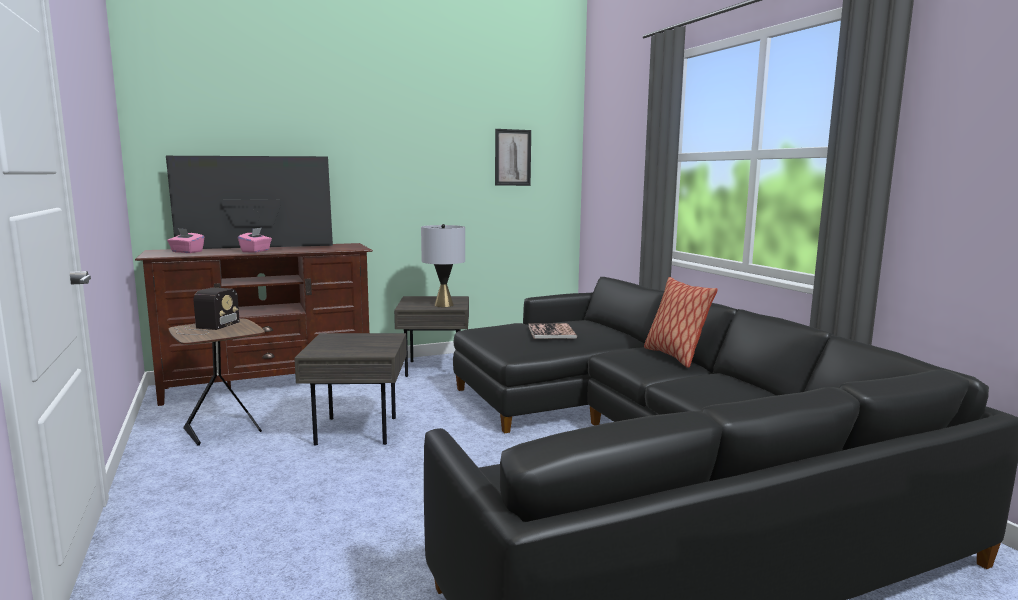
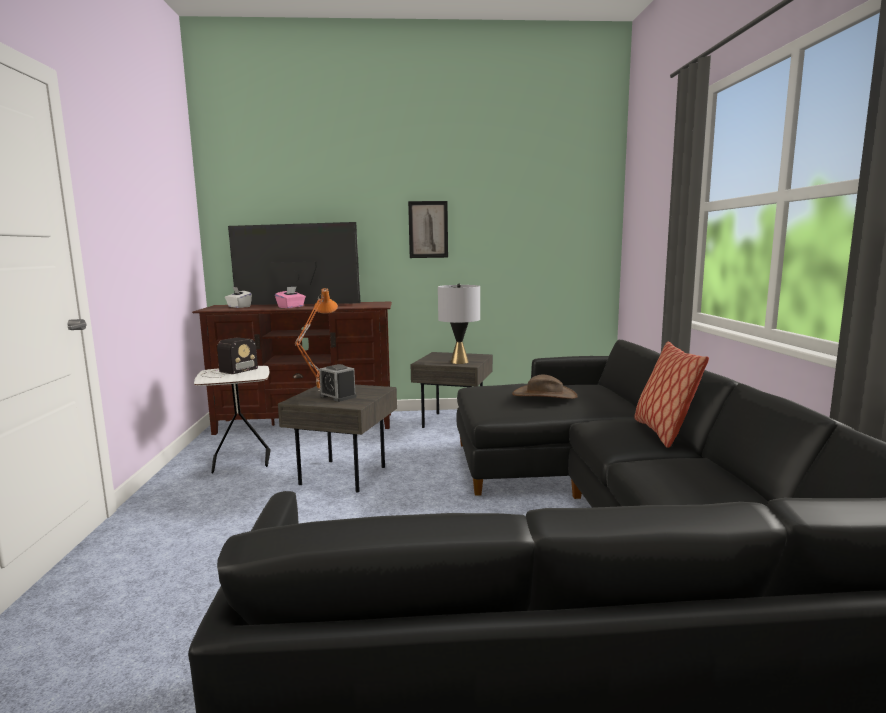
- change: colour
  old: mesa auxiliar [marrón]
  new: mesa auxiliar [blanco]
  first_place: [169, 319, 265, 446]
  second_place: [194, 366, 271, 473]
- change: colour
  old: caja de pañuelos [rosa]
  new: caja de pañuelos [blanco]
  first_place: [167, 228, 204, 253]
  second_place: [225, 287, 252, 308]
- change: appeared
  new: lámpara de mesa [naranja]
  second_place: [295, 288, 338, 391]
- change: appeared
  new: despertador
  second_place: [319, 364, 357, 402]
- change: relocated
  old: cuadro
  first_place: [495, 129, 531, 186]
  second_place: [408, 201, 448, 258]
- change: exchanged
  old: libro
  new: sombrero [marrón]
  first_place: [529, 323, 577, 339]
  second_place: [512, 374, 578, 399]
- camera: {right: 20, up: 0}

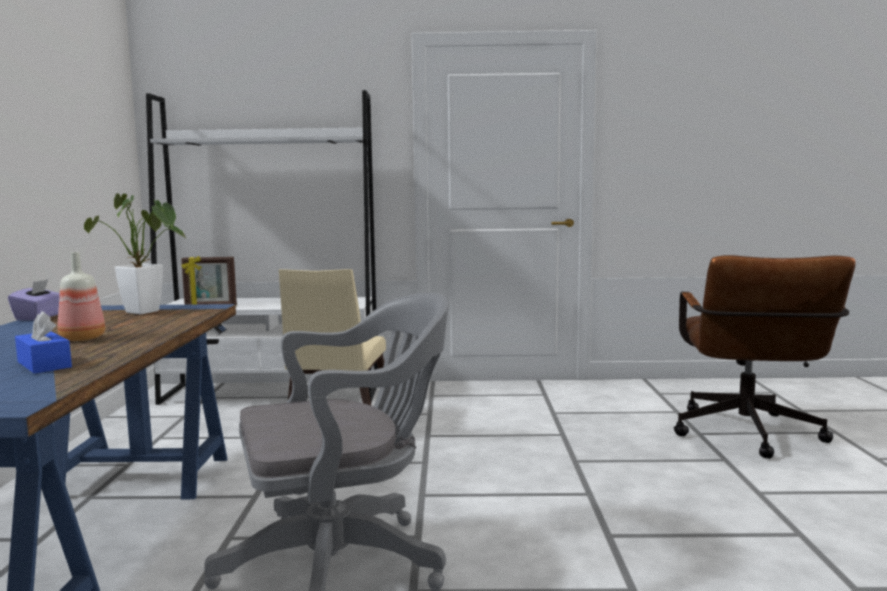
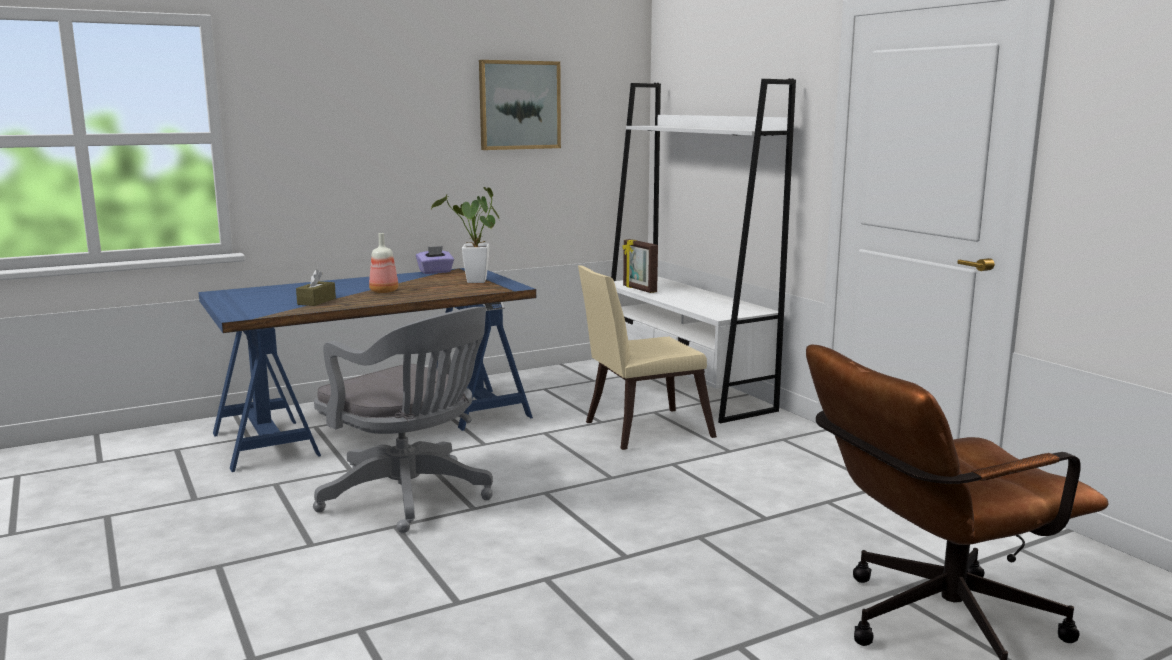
- change: colour
  old: caja de pañuelos [azul]
  new: caja de pañuelos [marrón]
  first_place: [15, 311, 72, 374]
  second_place: [296, 269, 336, 306]
- change: appeared
  new: cuadro
  second_place: [479, 60, 561, 150]
- camera: {right: 60, up: 5}

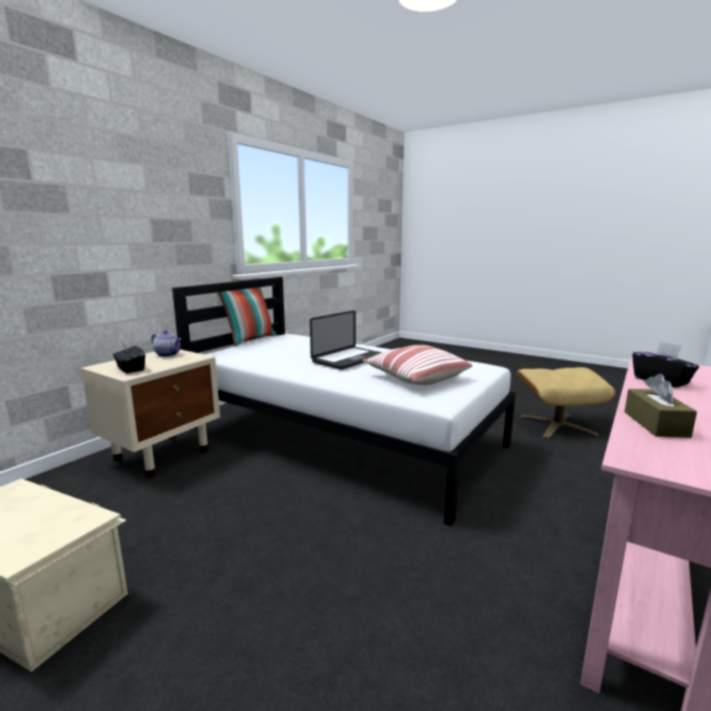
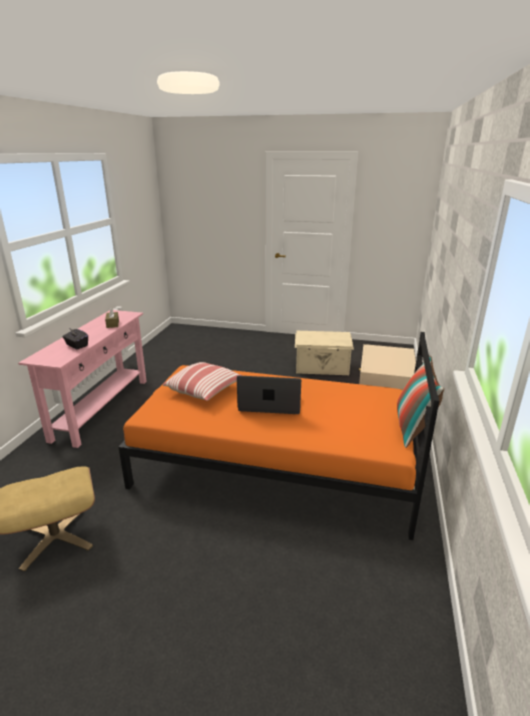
- change: colour
  old: cama [blanco]
  new: cama [naranja]
  first_place: [172, 277, 516, 526]
  second_place: [118, 332, 439, 540]
- change: spun
  old: portátil
  first_place: [310, 310, 383, 370]
  second_place: [237, 376, 301, 414]
  degrees: 75
- change: missing
  old: caja de pañuelos [negro]
  first_place: [113, 341, 145, 373]
- change: missing
  old: tetera
  first_place: [151, 331, 181, 357]
- camera: {right: 160, up: 10}

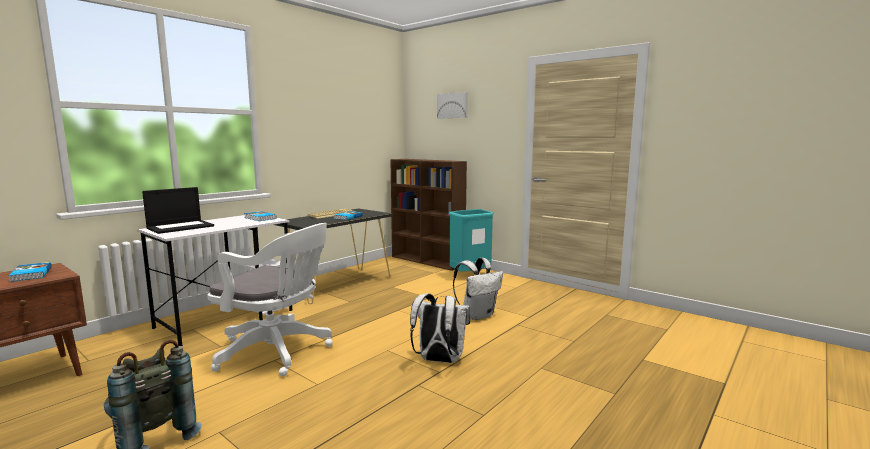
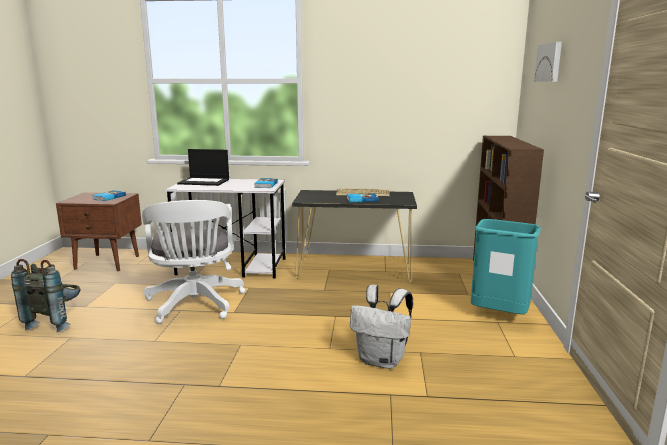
- change: missing
  old: mochila [blanco]
  first_place: [410, 293, 470, 363]
- camera: {right: 55, up: 5}

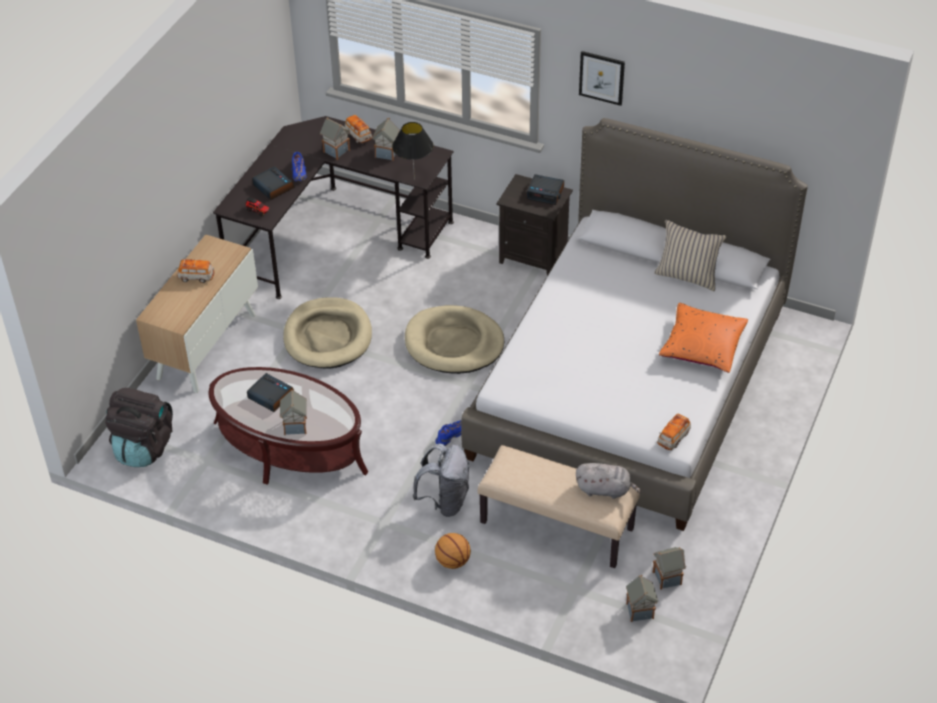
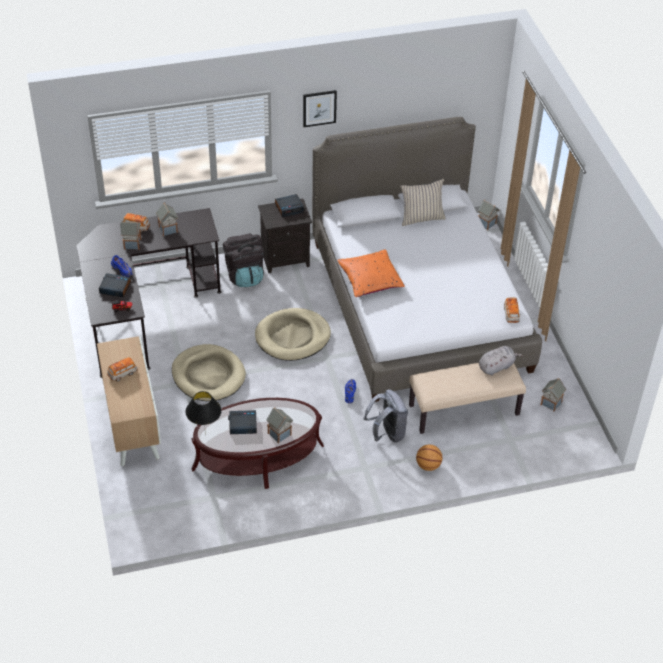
- change: relocated
  old: lámpara de mesa [negro]
  first_place: [392, 122, 433, 180]
  second_place: [186, 391, 222, 435]
- change: relocated
  old: mochila [negro]
  first_place: [105, 388, 173, 467]
  second_place: [223, 234, 264, 287]
- change: relocated
  old: cojín [naranja]
  first_place: [659, 303, 748, 373]
  second_place: [337, 249, 405, 297]
- change: relocated
  old: casita
  first_place: [626, 575, 658, 622]
  second_place: [478, 199, 499, 230]
- camera: {right: -40, up: 0}

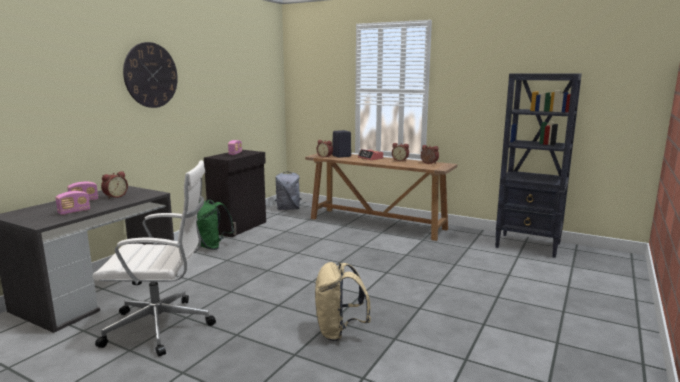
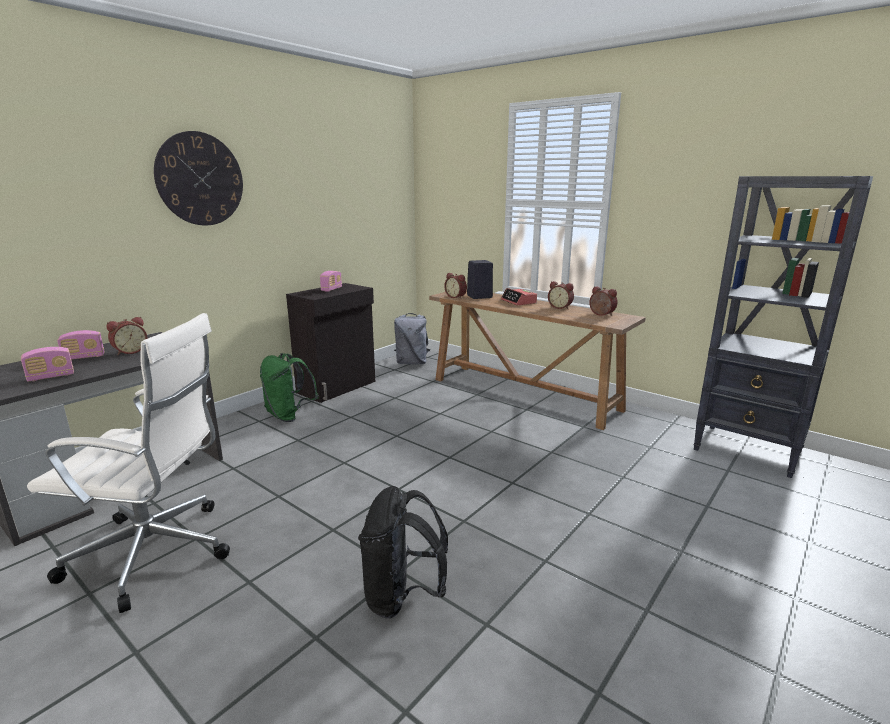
- change: colour
  old: mochila [beis]
  new: mochila [negro]
  first_place: [315, 262, 371, 341]
  second_place: [358, 486, 448, 619]
- camera: {right: 10, up: 5}

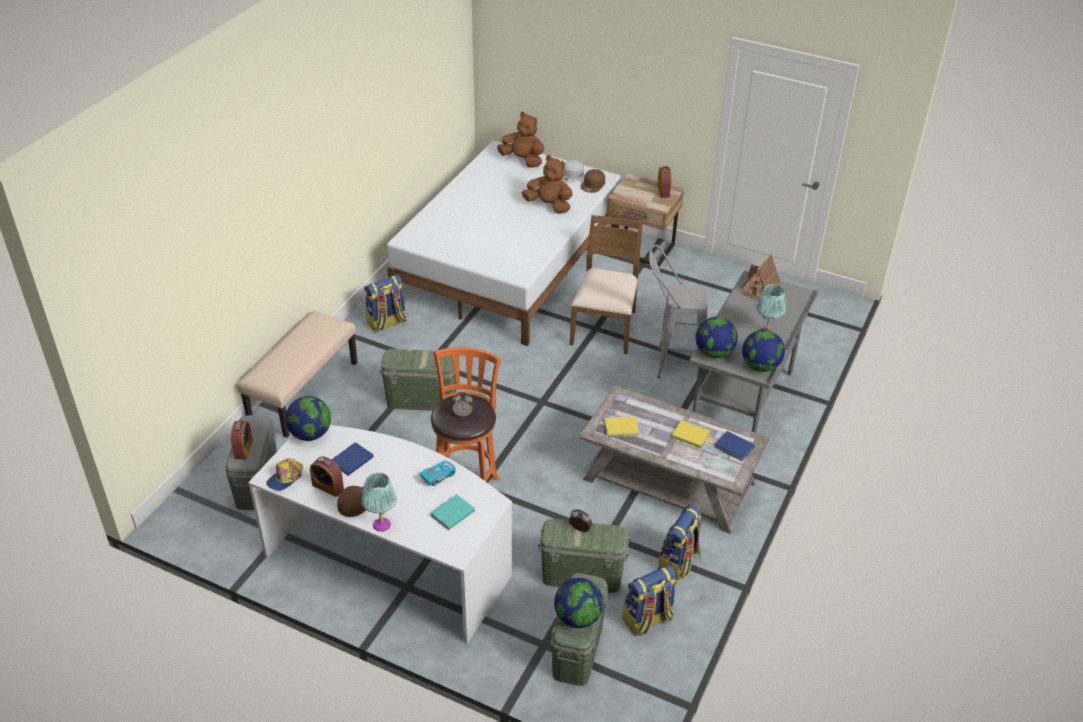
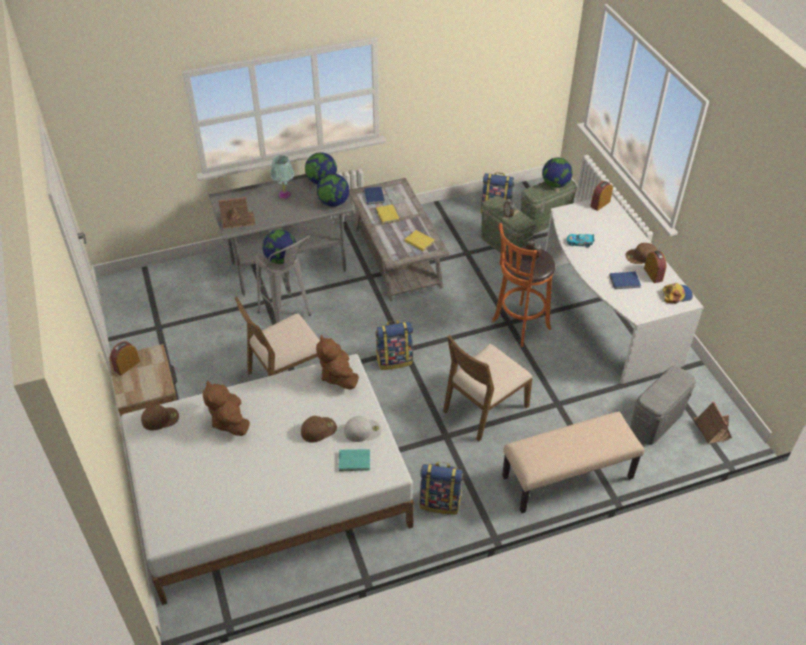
- change: relocated
  old: globo terráqueo
  first_place: [285, 396, 331, 441]
  second_place: [262, 229, 296, 264]
- change: appeared
  new: gorra [marrón]
  second_place: [301, 416, 337, 443]
- change: relocated
  old: peluche [marrón]
  first_place: [497, 112, 544, 168]
  second_place: [316, 335, 359, 389]
- change: relocated
  old: libro [turquesa]
  first_place: [430, 494, 475, 530]
  second_place: [339, 449, 370, 471]
- change: relocated
  old: gorra [blanco]
  first_place: [562, 160, 584, 183]
  second_place: [344, 416, 381, 442]
- change: relocated
  old: mochila
  first_place: [658, 504, 703, 580]
  second_place: [376, 320, 413, 370]
- change: exchanged
  old: caja de almacenaje [verde]
  new: silla [marrón]
  first_place: [379, 349, 456, 411]
  second_place: [443, 335, 533, 441]
- change: relocated
  old: despertador
  first_place: [231, 421, 253, 460]
  second_place: [590, 181, 613, 211]
- change: appeared
  new: casita
  second_place: [694, 401, 732, 444]
- change: missing
  old: lámpara de mesa [turquesa]
  first_place: [361, 472, 397, 532]
- camera: {right: -135, up: 5}

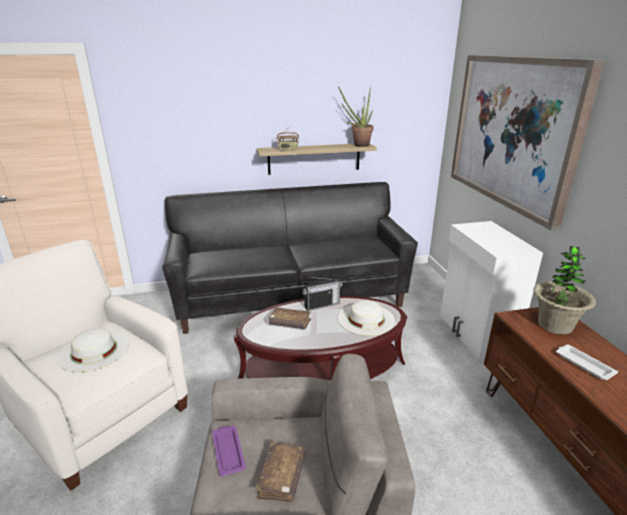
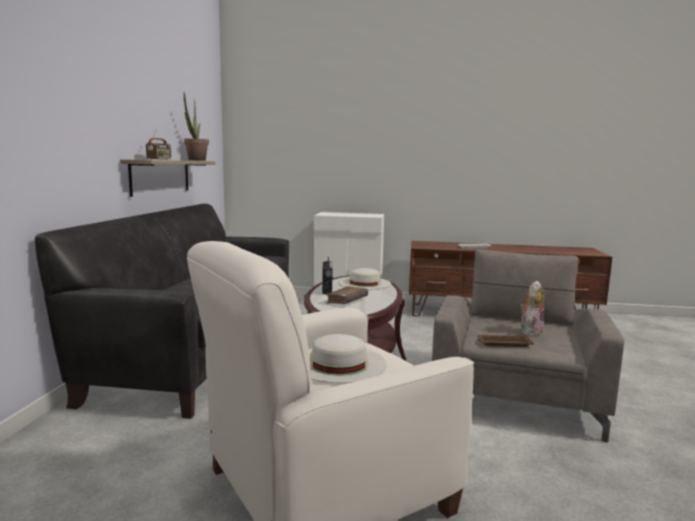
- change: colour
  old: bandeja [morado]
  new: bandeja [marrón]
  first_place: [212, 425, 246, 477]
  second_place: [477, 335, 534, 347]
- change: exchanged
  old: libro [marrón]
  new: peluche
  first_place: [255, 442, 306, 502]
  second_place: [520, 281, 544, 337]
- change: missing
  old: cuadro
  first_place: [451, 55, 605, 230]
- change: missing
  old: planta en maceta
  first_place: [533, 246, 596, 335]
- camera: {right: -70, up: -15}

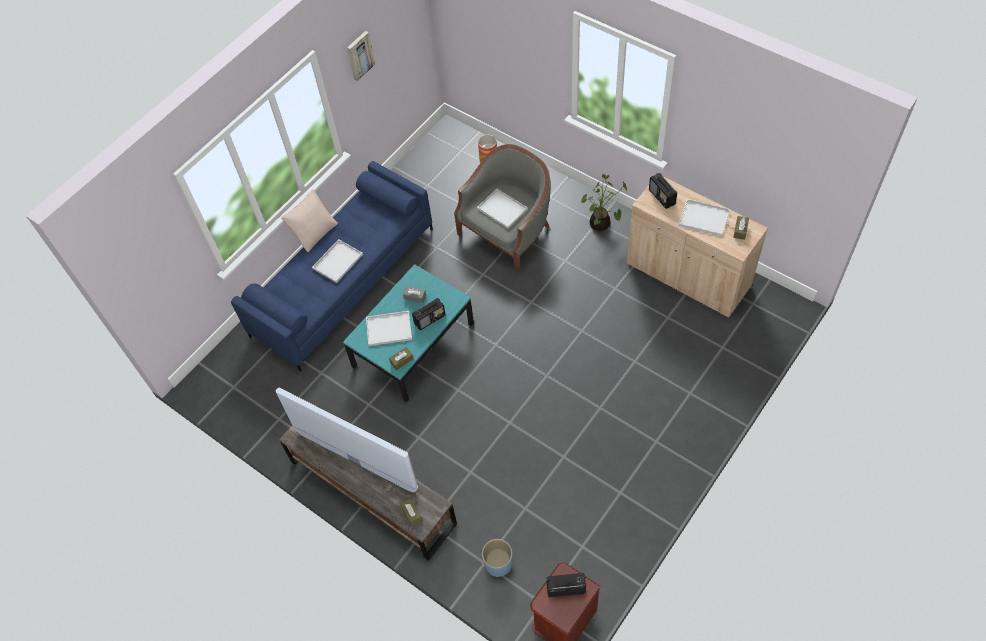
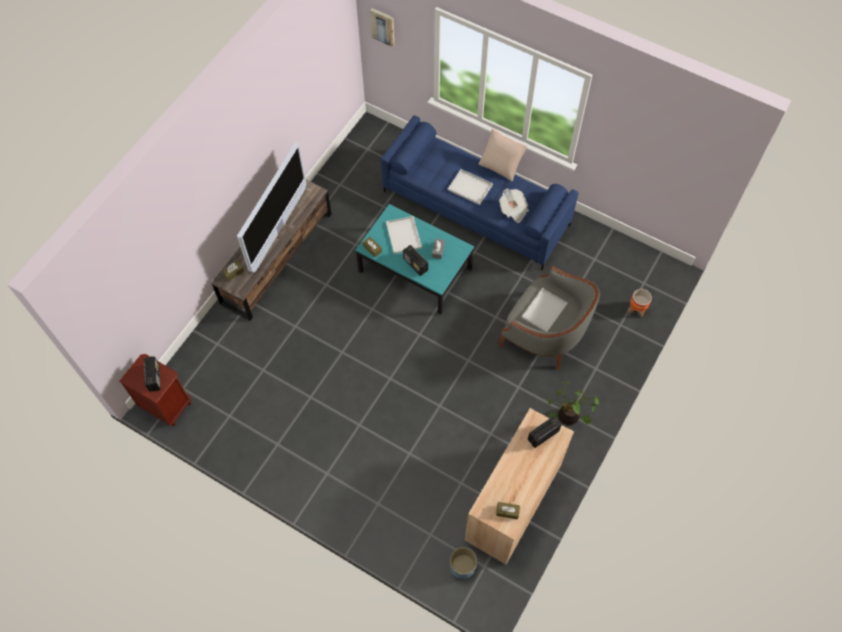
- change: relocated
  old: cuadro
  first_place: [347, 31, 375, 81]
  second_place: [370, 8, 395, 47]
- change: relocated
  old: maceta [azul]
  first_place: [482, 539, 513, 577]
  second_place: [450, 547, 477, 579]
- change: appeared
  new: periódico
  second_place: [499, 189, 529, 223]
- change: missing
  old: bandeja [blanco]
  first_place: [678, 199, 730, 236]
- camera: {right: 80, up: 5}

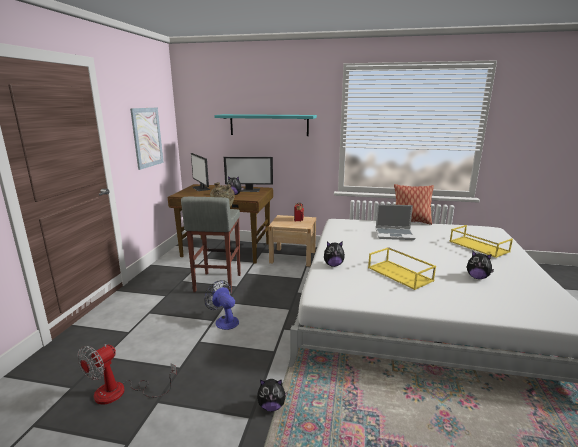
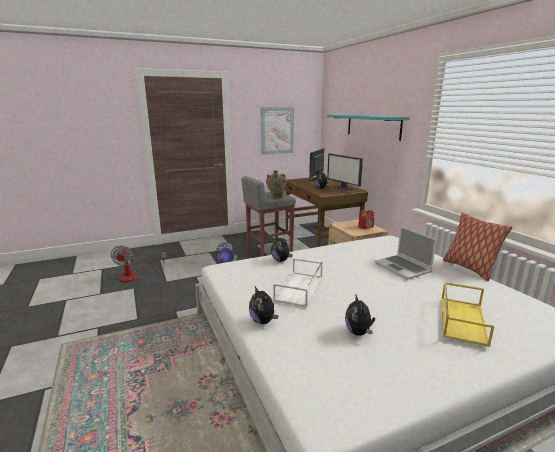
- change: spun
  old: ventilador
  first_place: [78, 344, 177, 405]
  second_place: [110, 245, 166, 282]
  degrees: -90
- change: relocated
  old: peluche
  first_place: [257, 379, 288, 411]
  second_place: [249, 287, 278, 324]
- change: colour
  old: bandeja [amarillo]
  new: bandeja [blanco]
  first_place: [368, 247, 436, 290]
  second_place: [273, 258, 323, 307]
- camera: {right: 55, up: 0}

